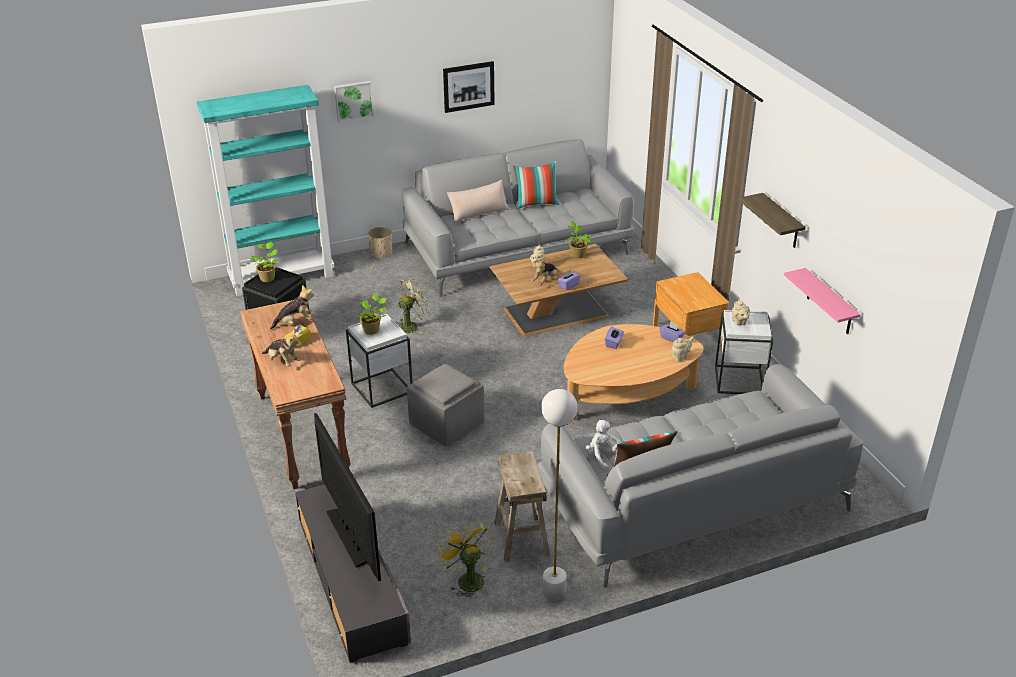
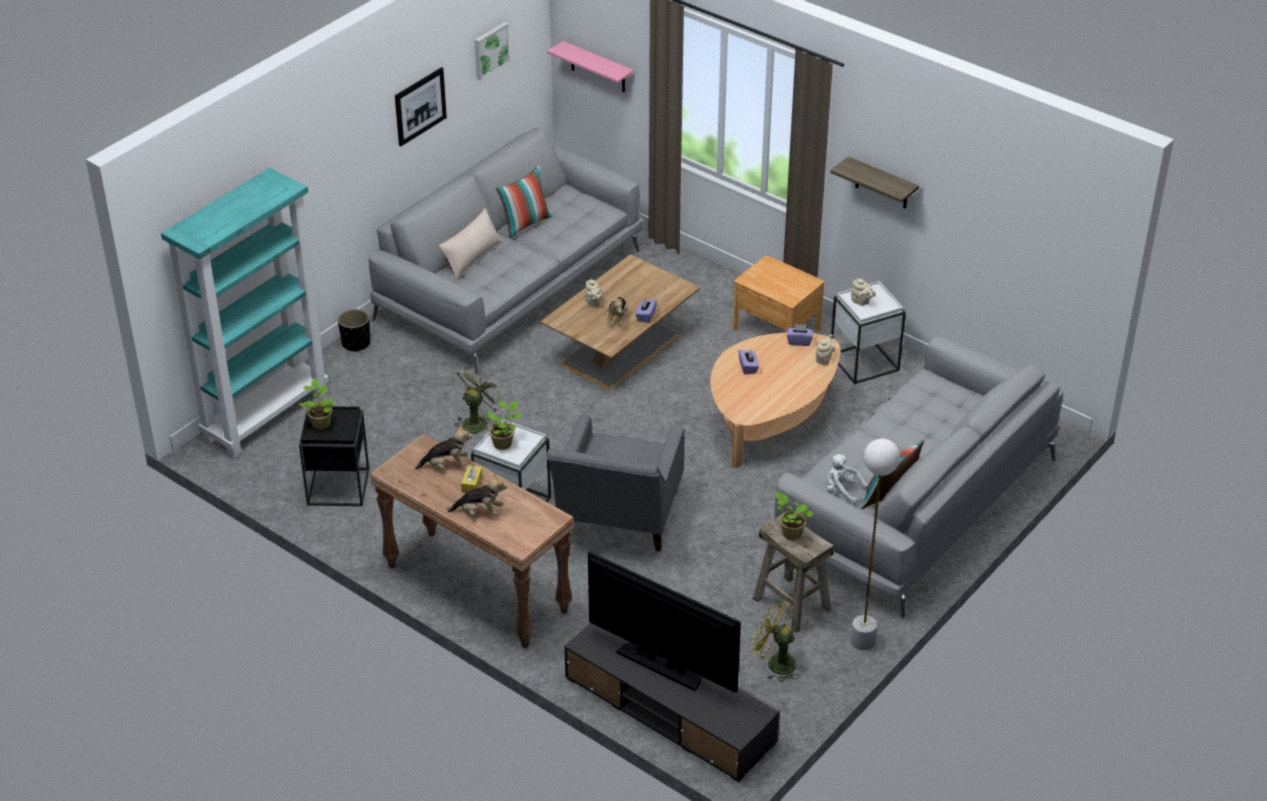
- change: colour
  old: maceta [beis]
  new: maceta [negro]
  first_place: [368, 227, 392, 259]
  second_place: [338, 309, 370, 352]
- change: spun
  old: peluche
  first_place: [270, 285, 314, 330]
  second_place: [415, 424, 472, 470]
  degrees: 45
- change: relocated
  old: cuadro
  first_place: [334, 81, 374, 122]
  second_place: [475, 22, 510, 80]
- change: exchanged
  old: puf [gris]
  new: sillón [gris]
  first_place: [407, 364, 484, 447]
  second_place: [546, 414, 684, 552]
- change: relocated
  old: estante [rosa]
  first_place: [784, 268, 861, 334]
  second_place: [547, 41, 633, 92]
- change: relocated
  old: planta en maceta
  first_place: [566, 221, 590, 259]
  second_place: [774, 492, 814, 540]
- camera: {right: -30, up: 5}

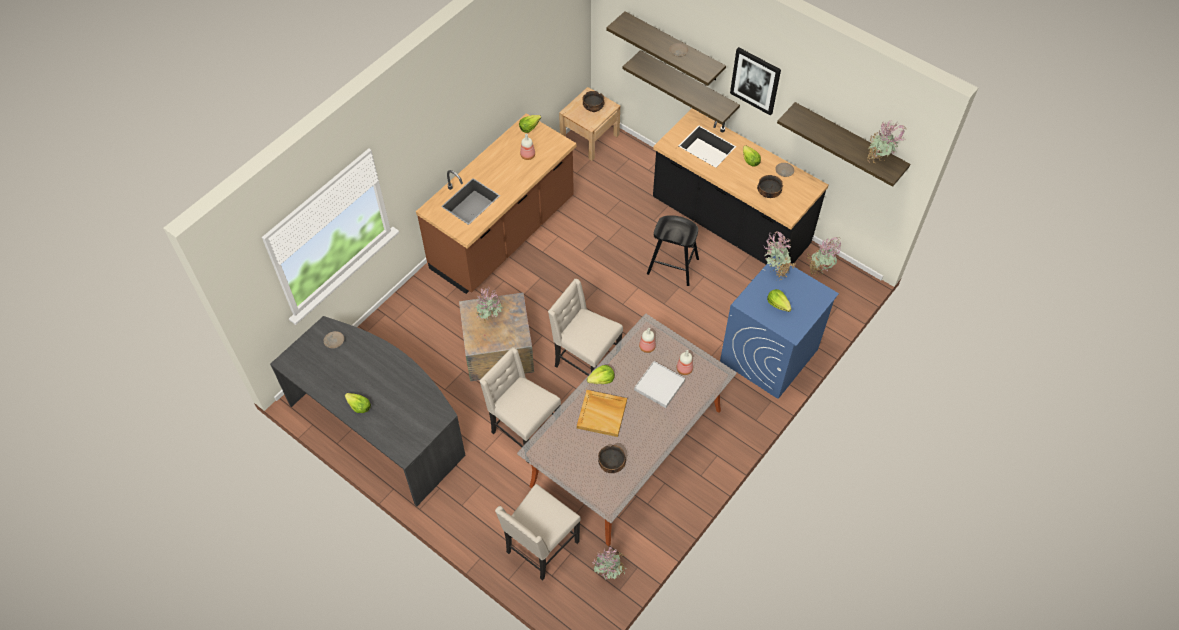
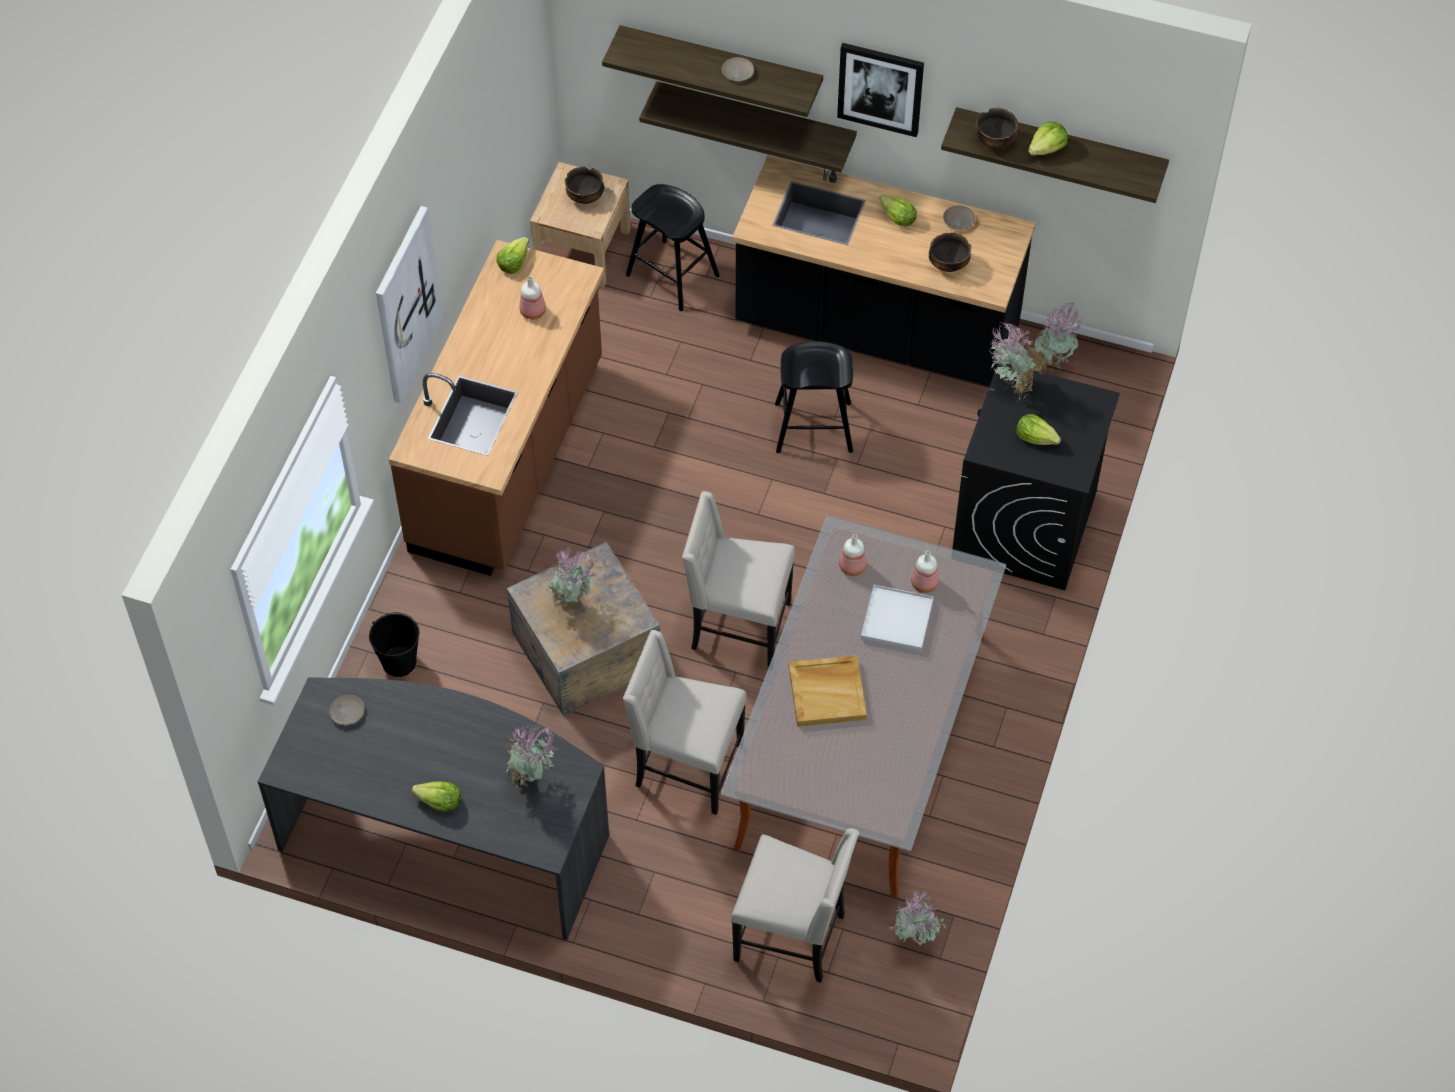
- change: appeared
  new: cubo [negro]
  second_place: [369, 612, 419, 677]
- change: appeared
  new: cuadro
  second_place: [376, 206, 443, 403]
- change: relocated
  old: planta en maceta
  first_place: [867, 120, 906, 164]
  second_place: [505, 723, 559, 788]
- change: appeared
  new: taburete [negro]
  second_place: [626, 184, 720, 311]
- change: spun
  old: silla [beis]
  first_place: [495, 484, 581, 581]
  second_place: [731, 828, 859, 983]
  degrees: -90
- change: colour
  old: lavadora [azul]
  new: lavadora [negro]
  first_place: [720, 256, 839, 399]
  second_place: [952, 363, 1120, 590]
- change: relocated
  old: cuenco
  first_place: [598, 445, 626, 473]
  second_place: [975, 108, 1018, 149]
- change: relocated
  old: lechuga
  first_place: [587, 365, 614, 384]
  second_place: [1028, 122, 1068, 155]
- camera: {right: -20, up: 0}

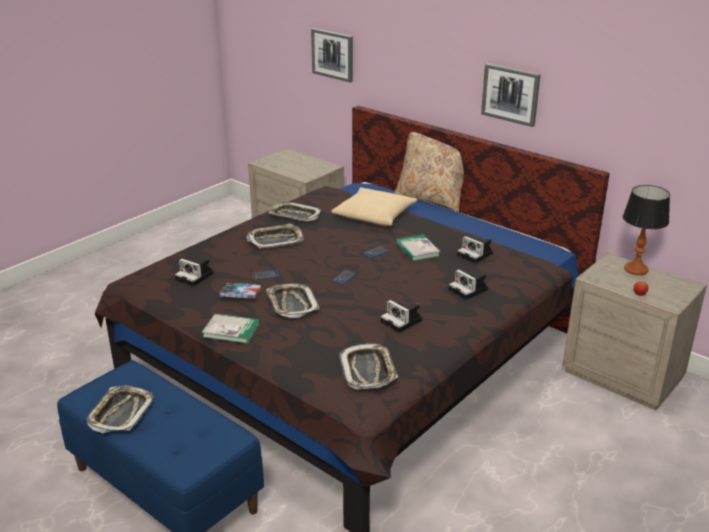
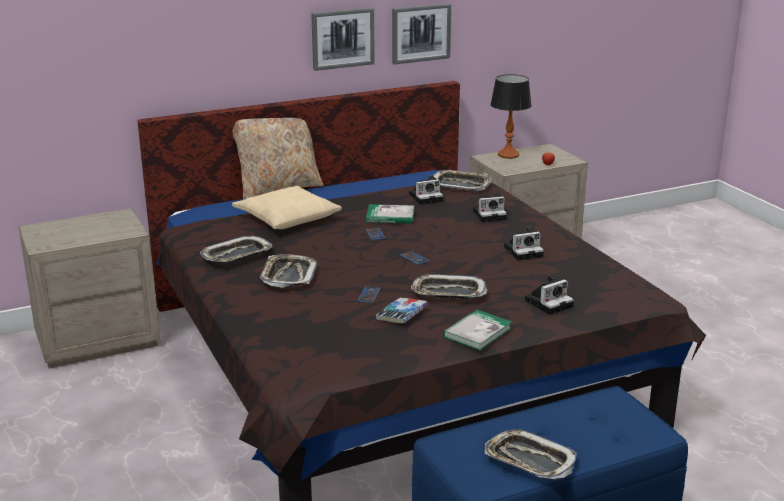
- change: relocated
  old: cuadro
  first_place: [311, 28, 353, 83]
  second_place: [392, 3, 451, 64]
- change: relocated
  old: bandeja
  first_place: [339, 343, 398, 389]
  second_place: [433, 170, 491, 191]
- change: relocated
  old: cámara
  first_place: [175, 258, 214, 286]
  second_place: [525, 274, 574, 315]
- camera: {right: -65, up: -5}

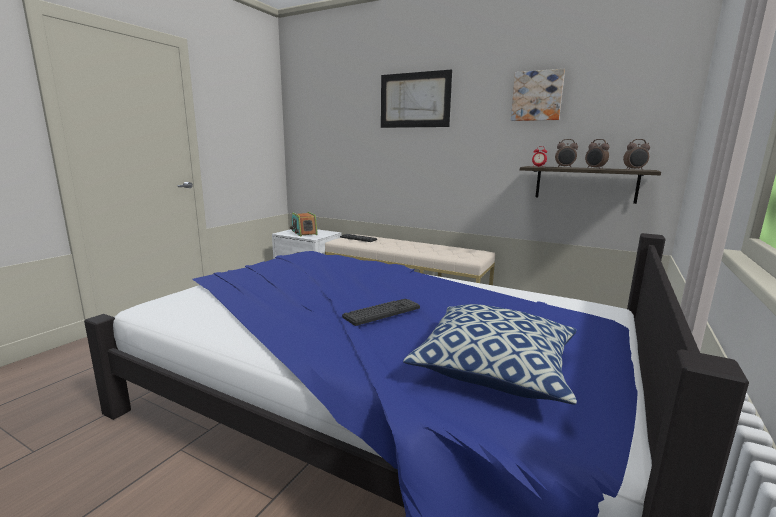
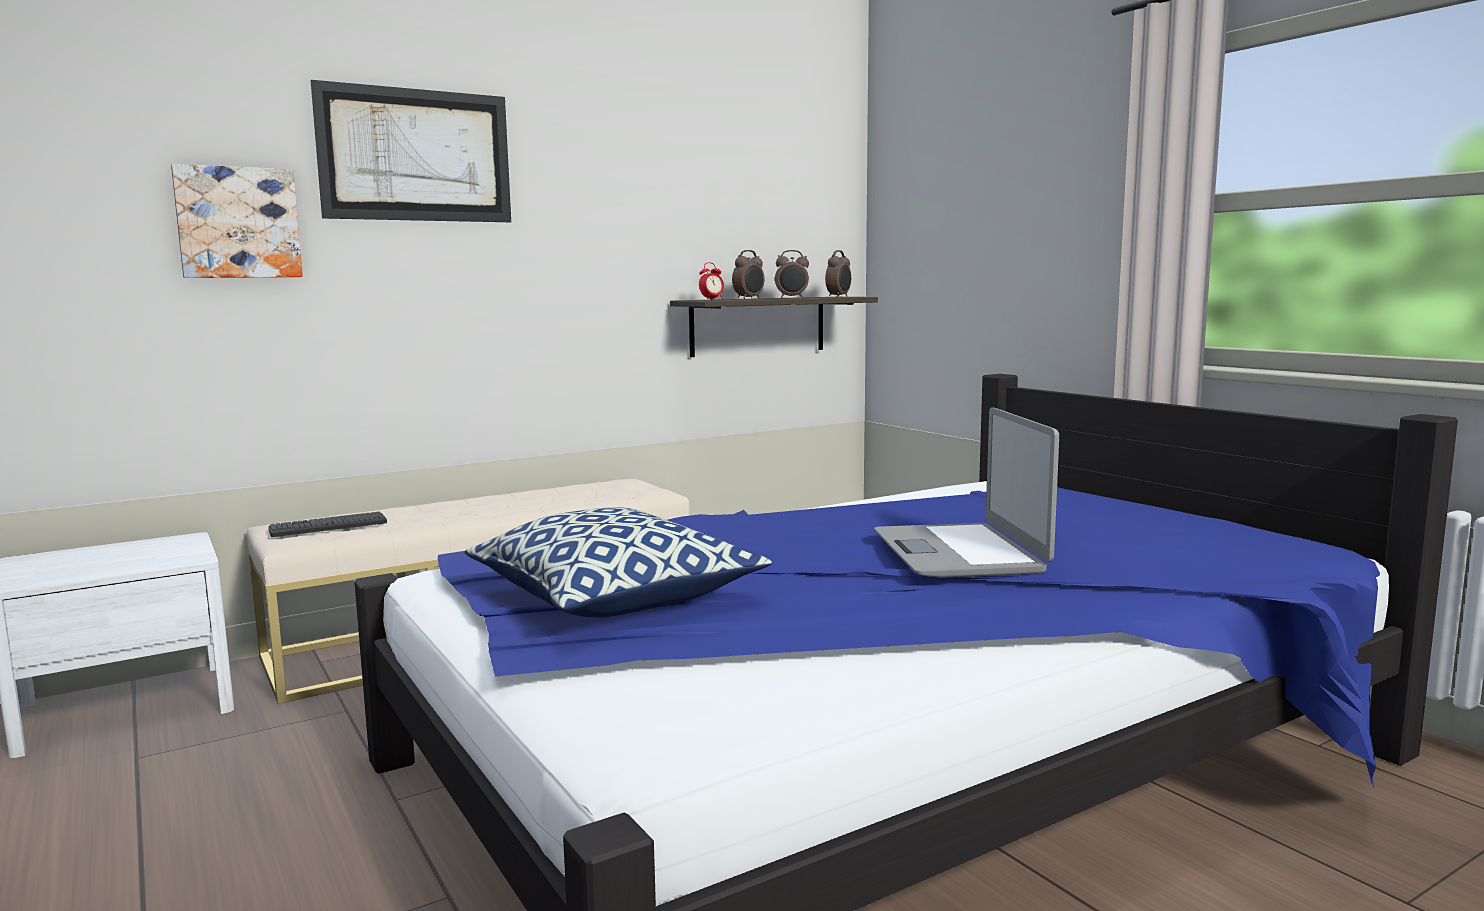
- change: relocated
  old: cuadro
  first_place: [511, 69, 565, 121]
  second_place: [171, 164, 303, 278]
- change: relocated
  old: cojín
  first_place: [403, 304, 577, 404]
  second_place: [465, 507, 772, 617]
- change: exchanged
  old: teclado
  new: portátil
  first_place: [342, 299, 420, 326]
  second_place: [874, 407, 1059, 578]
- change: missing
  old: radio
  first_place: [290, 212, 318, 237]
- camera: {right: -60, up: -5}

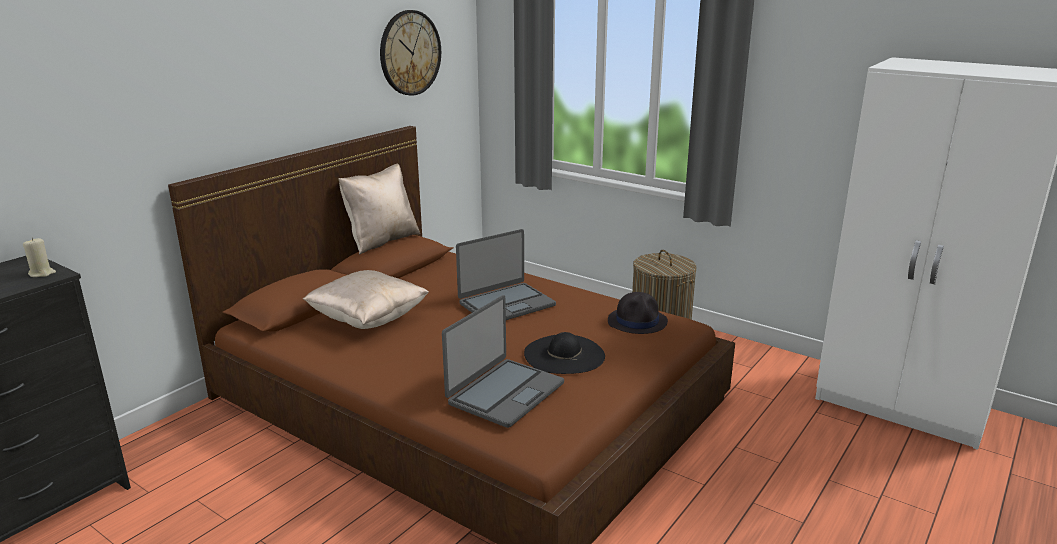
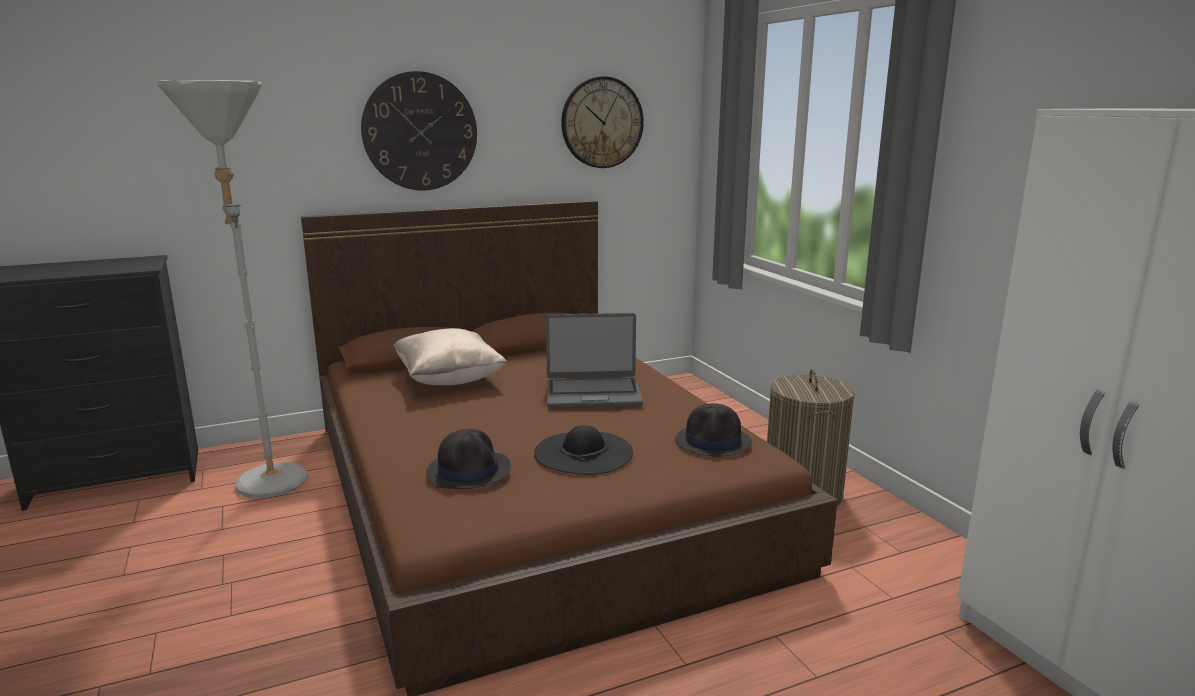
- change: appeared
  new: lámpara de pie [gris]
  second_place: [158, 80, 308, 498]
- change: appeared
  new: reloj de pared
  second_place: [361, 71, 477, 191]
- change: exchanged
  old: portátil
  new: sombrero [negro]
  first_place: [442, 295, 564, 428]
  second_place: [426, 429, 511, 489]
- change: missing
  old: vela [beis]
  first_place: [23, 238, 56, 277]
- change: missing
  old: cojín [beis]
  first_place: [338, 164, 420, 255]
- camera: {right: 30, up: -5}

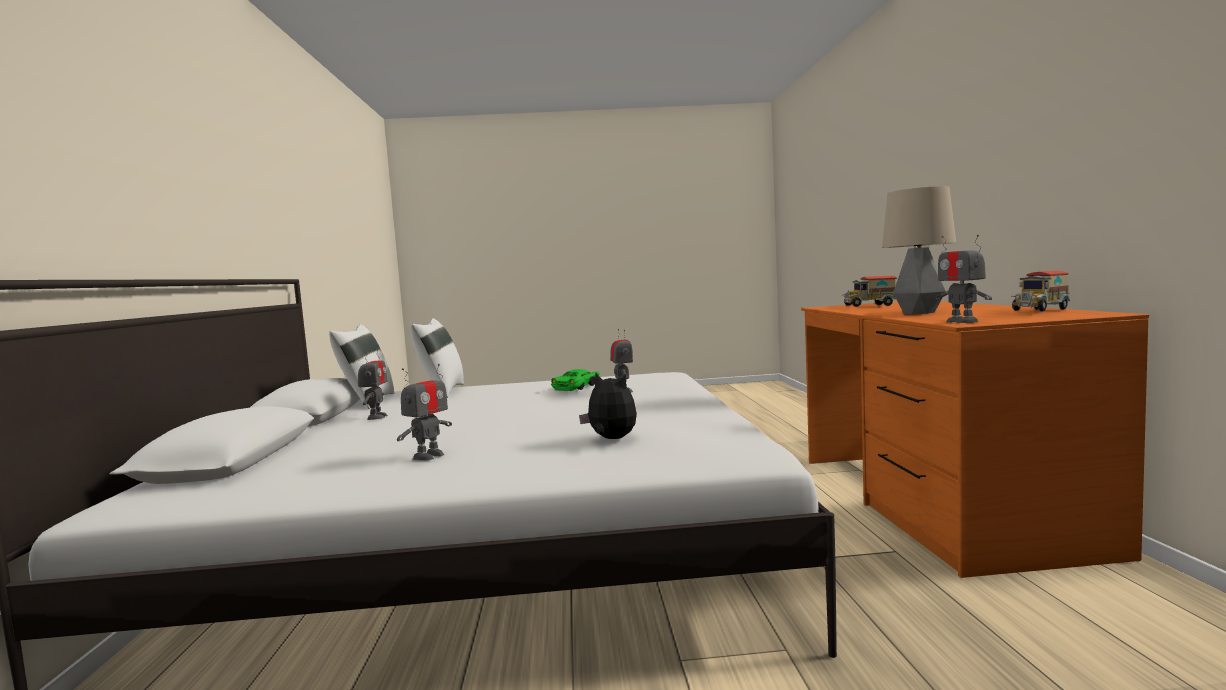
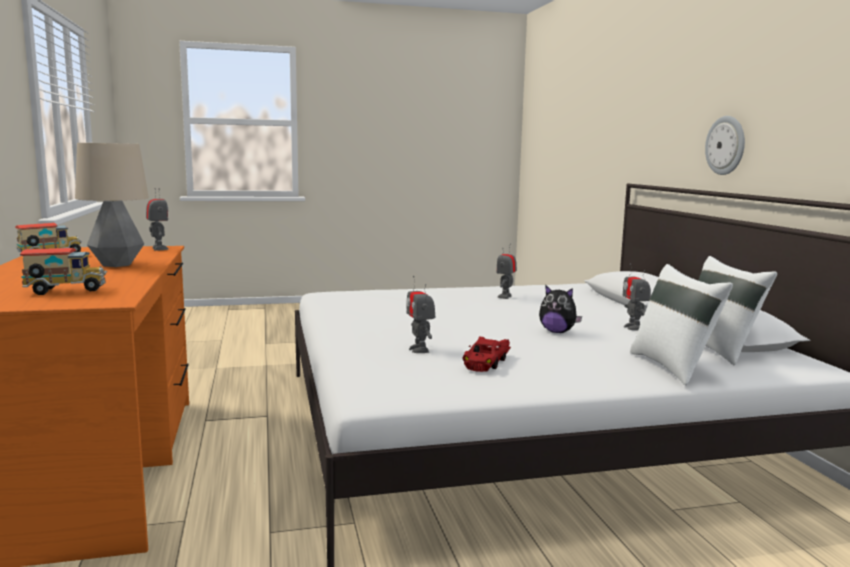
- change: colour
  old: coche de juguete [verde]
  new: coche de juguete [rojo]
  first_place: [551, 369, 600, 391]
  second_place: [462, 336, 511, 372]
- change: relocated
  old: peluche
  first_place: [579, 373, 637, 439]
  second_place: [539, 286, 582, 333]
- change: appeared
  new: reloj de pared
  second_place: [705, 116, 745, 175]
- camera: {right: 170, up: 5}

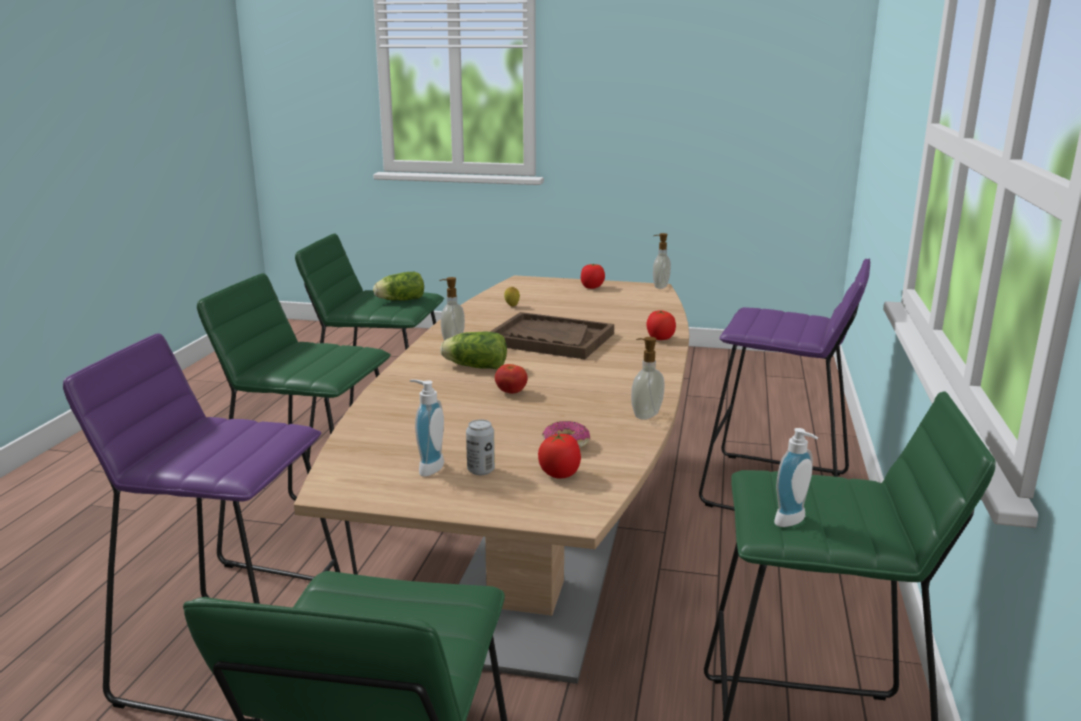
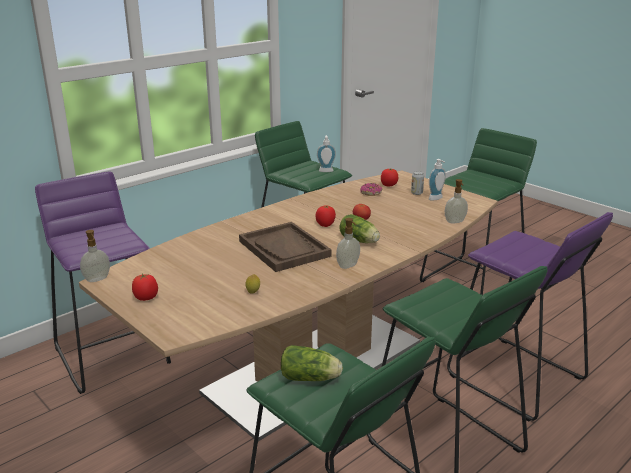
- change: relocated
  old: tomate
  first_place: [647, 311, 676, 340]
  second_place: [316, 206, 336, 227]
- change: relocated
  old: dispensador de jabón
  first_place: [631, 337, 664, 420]
  second_place: [445, 179, 468, 223]
- camera: {right: -145, up: 5}

